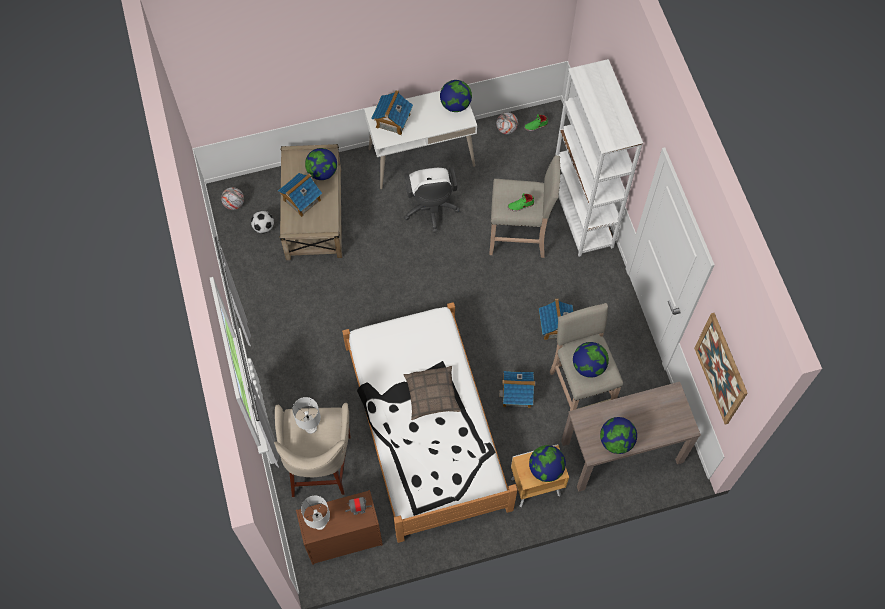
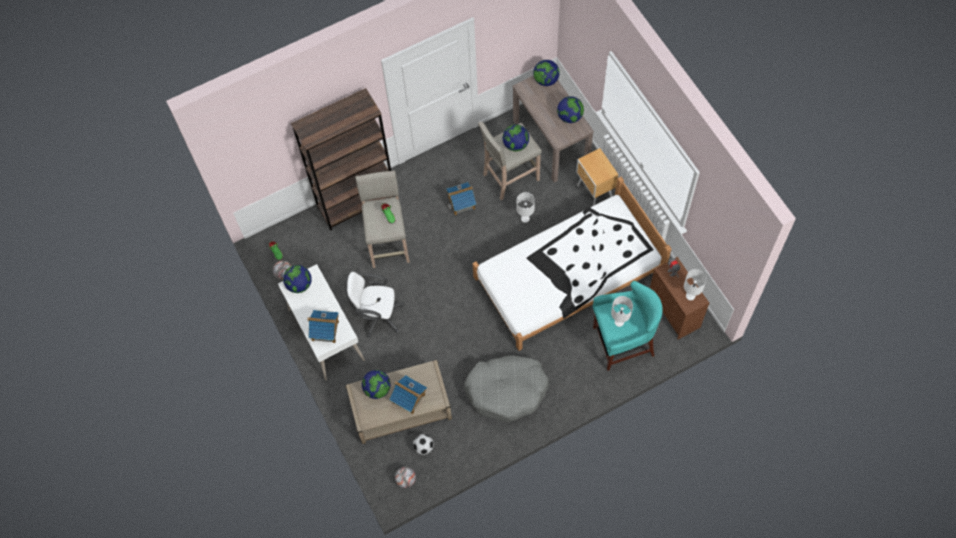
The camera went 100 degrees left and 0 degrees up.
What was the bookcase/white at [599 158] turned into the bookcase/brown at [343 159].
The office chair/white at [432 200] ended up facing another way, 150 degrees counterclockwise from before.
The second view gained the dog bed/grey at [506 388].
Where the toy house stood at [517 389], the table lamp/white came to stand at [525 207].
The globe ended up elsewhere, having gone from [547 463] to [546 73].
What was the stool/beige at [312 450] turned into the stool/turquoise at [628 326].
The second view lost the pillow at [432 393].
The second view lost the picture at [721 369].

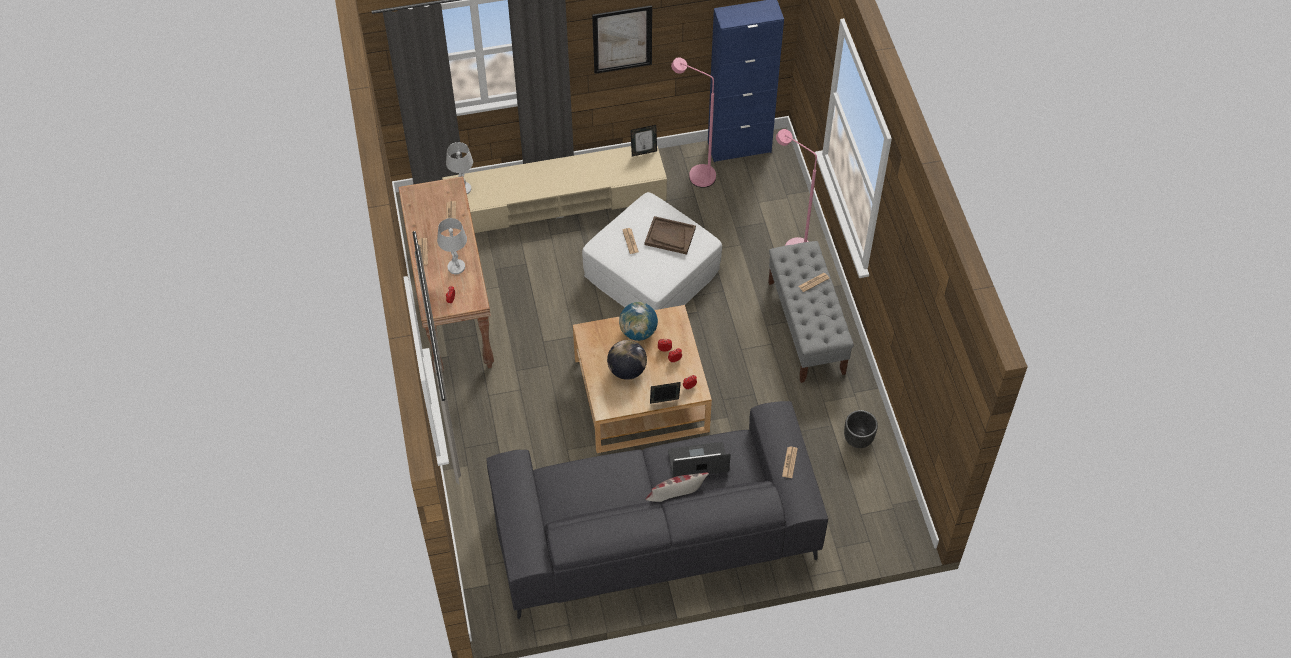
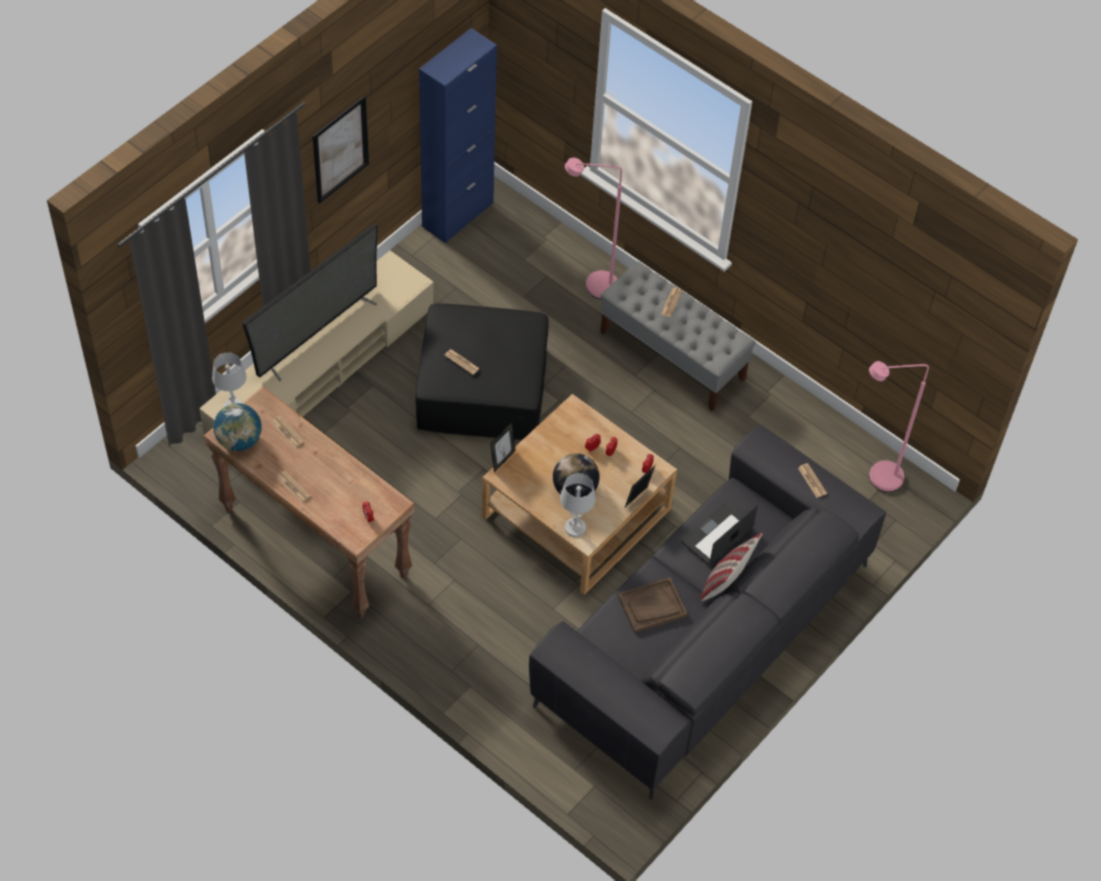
The camera went 40 degrees left and 0 degrees up.
The globe ended up elsewhere, having gone from [638 321] to [237 427].
The second view gained the television at [310 302].
What was the ottoman/white at [652 251] turned into the ottoman/black at [482 371].
The picture frame ended up elsewhere, having gone from [643 141] to [503 447].
The table lamp/white ended up elsewhere, having gone from [452 246] to [578 505].
The tray/brown ended up elsewhere, having gone from [670 235] to [653 605].
The floor lamp/pink ended up elsewhere, having gone from [693 122] to [899 426].
The second view lost the planter/black at [861 429].

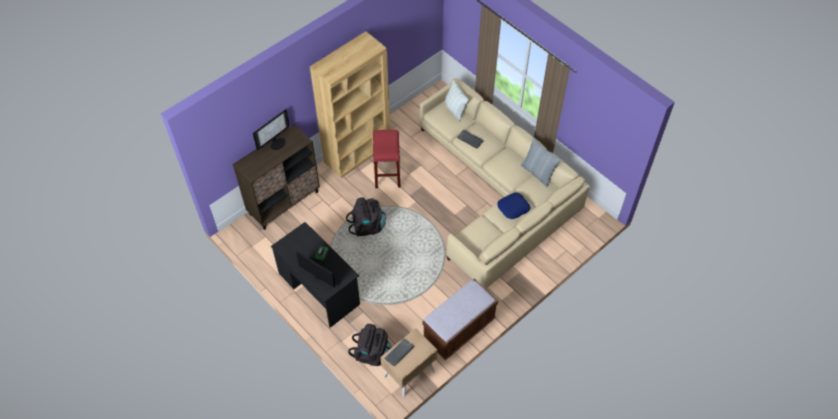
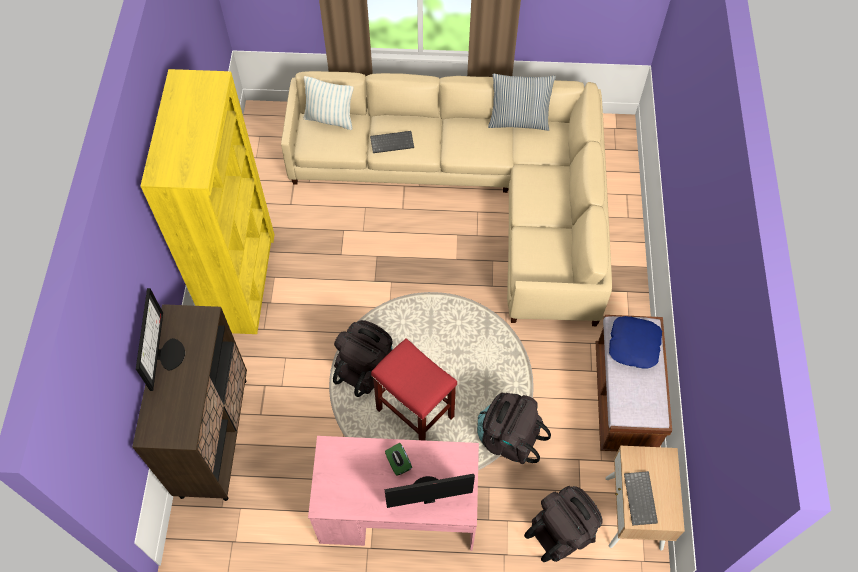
The camera went 45 degrees left and 5 degrees up.
What was the bookcase/brown at [350 104] turned into the bookcase/yellow at [207 201].
What was the desk/black at [315 275] turned into the desk/pink at [393 493].
The stool/red ended up elsewhere, having gone from [387 159] to [414 389].
The second view gained the backpack/black at [514 428].
The pillow/blue ended up elsewhere, having gone from [513 205] to [635 342].

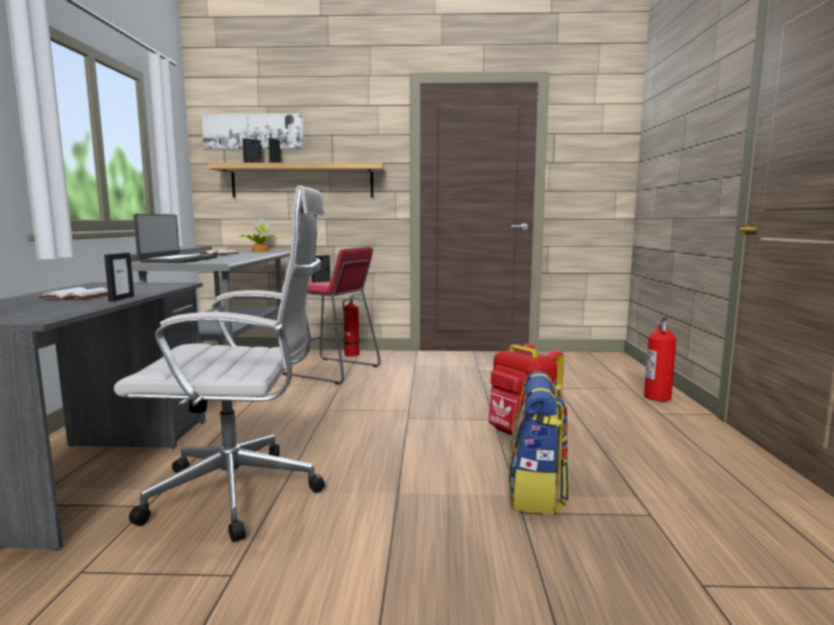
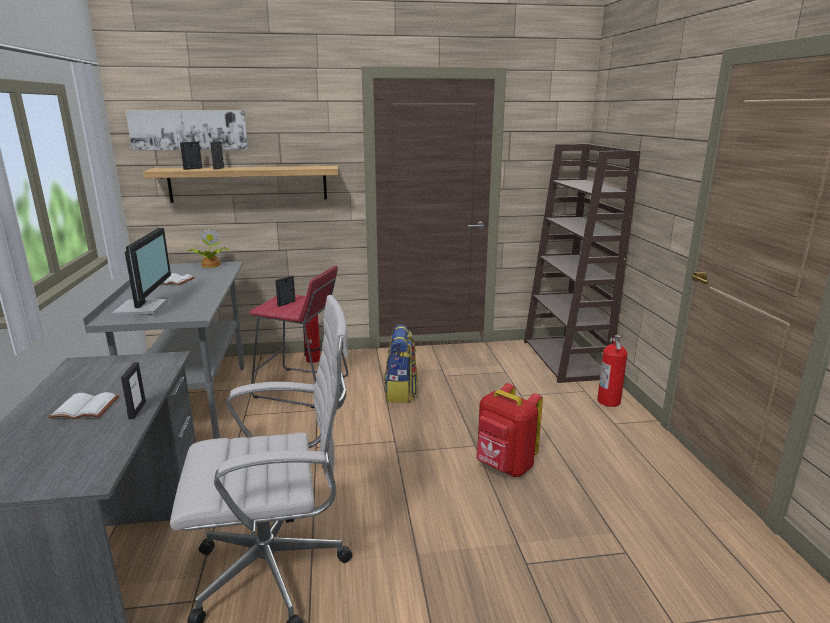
The camera went 10 degrees left and 10 degrees up.
Where the laptop stood at [175 238], the monitor came to stand at [141 272].
The backpack ended up elsewhere, having gone from [539 443] to [401 364].
The second view gained the bookcase/brown at [582 263].

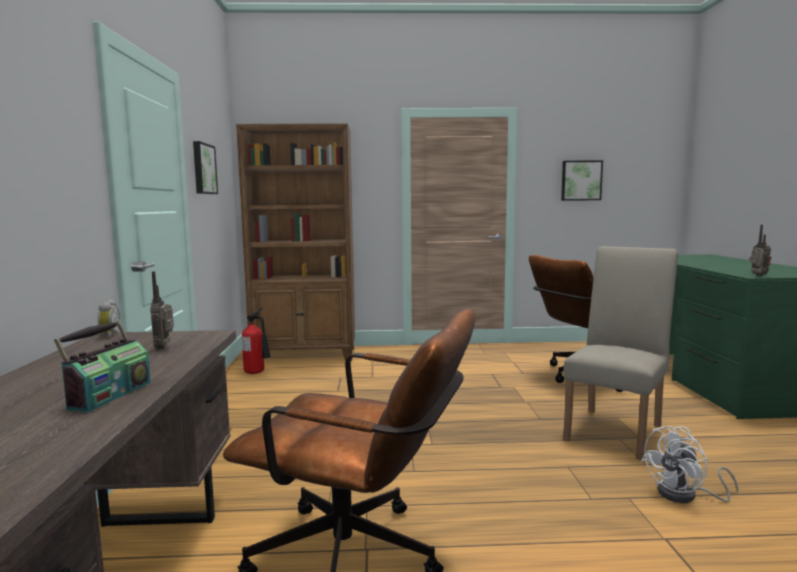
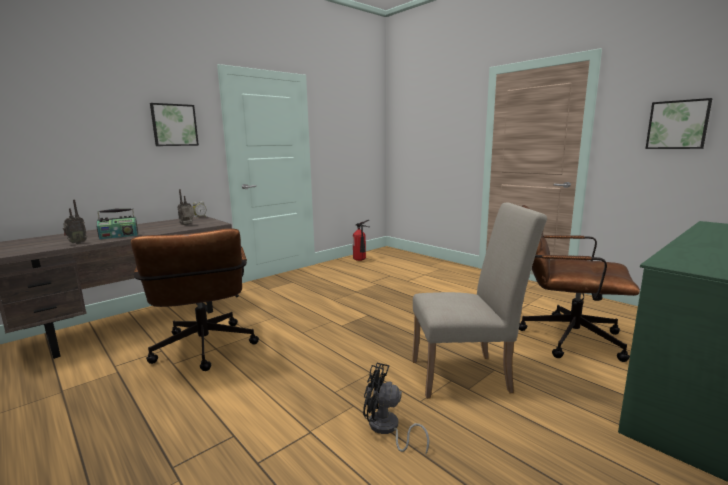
The camera went 50 degrees right and 5 degrees up.
The radio ended up elsewhere, having gone from [760 250] to [75 222].
The picture ended up elsewhere, having gone from [205 167] to [174 124].
What was the fan/white at [690 464] turned into the fan/black at [396 408].
The second view lost the bookcase/brown at [295 242].

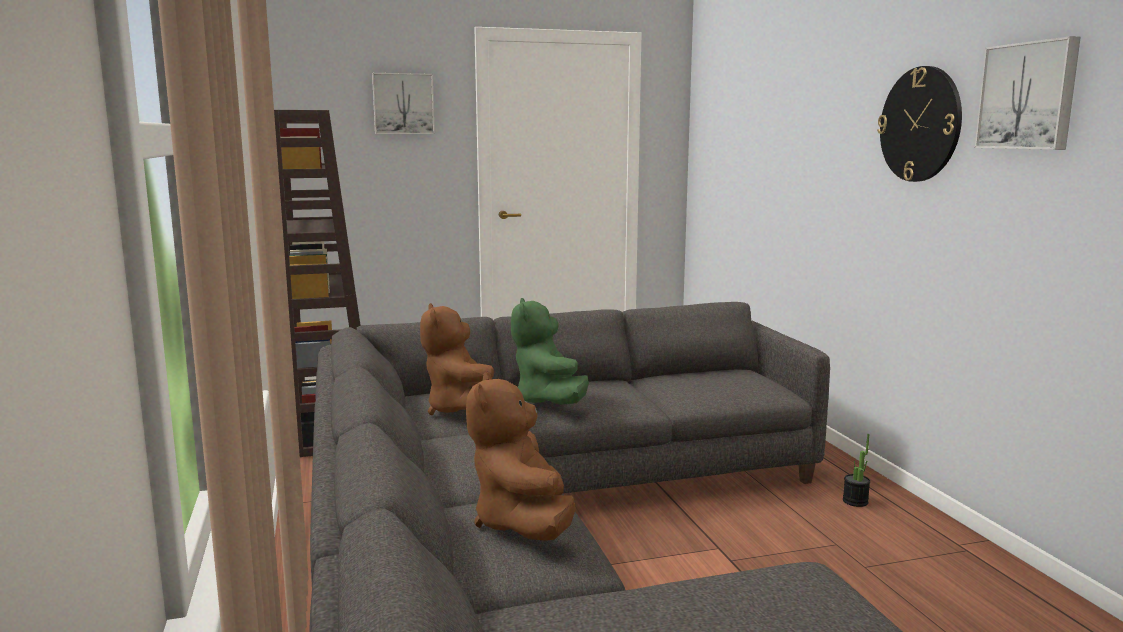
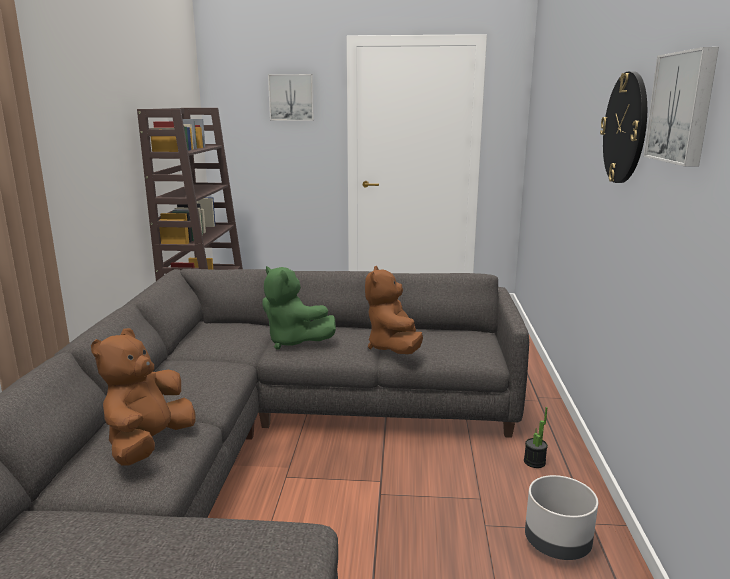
The camera went 20 degrees right and 5 degrees up.
The plush toy/green at [550 351] ended up facing another way, 60 degrees counterclockwise from before.
The plush toy/brown ended up elsewhere, having gone from [457 359] to [394 310].
The second view gained the planter/grey at [561 517].

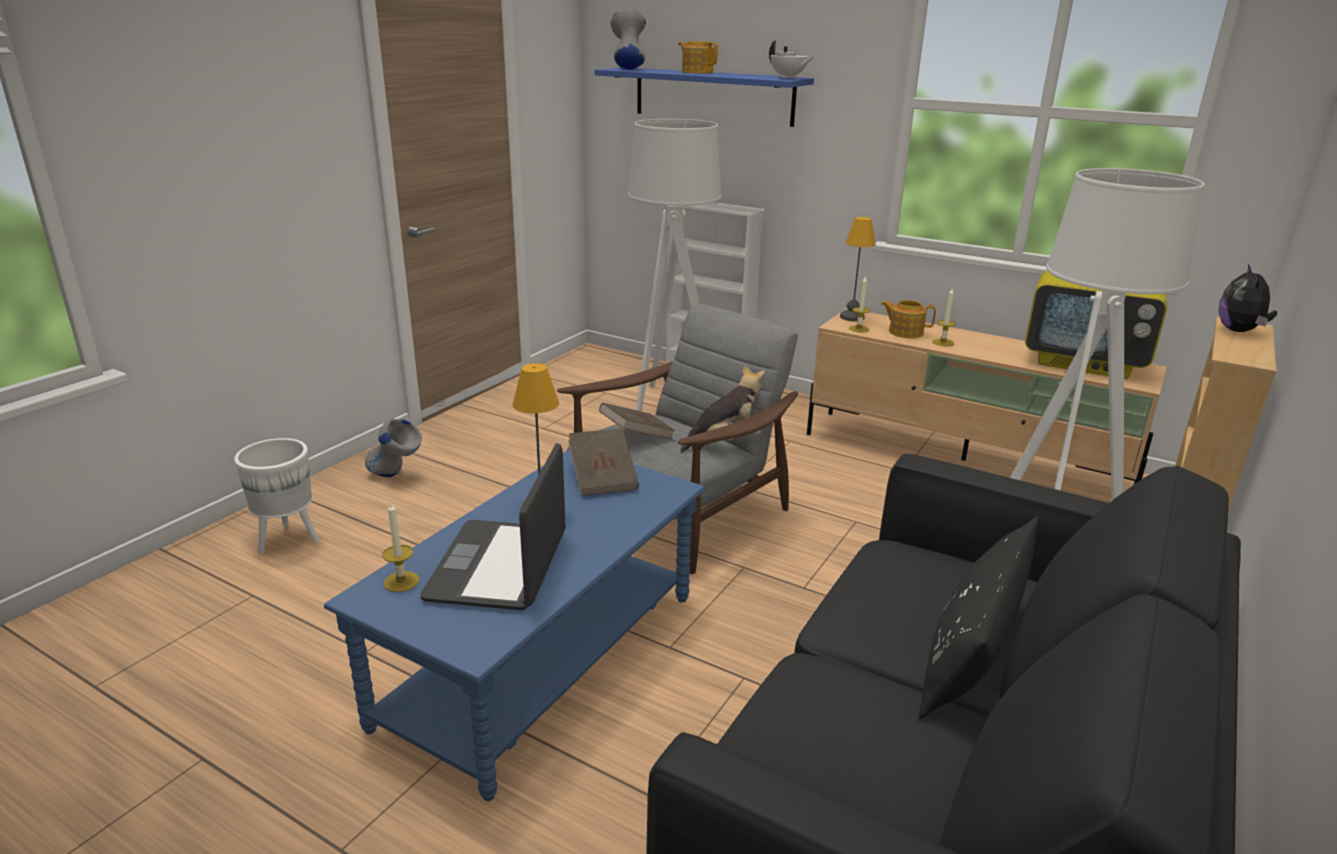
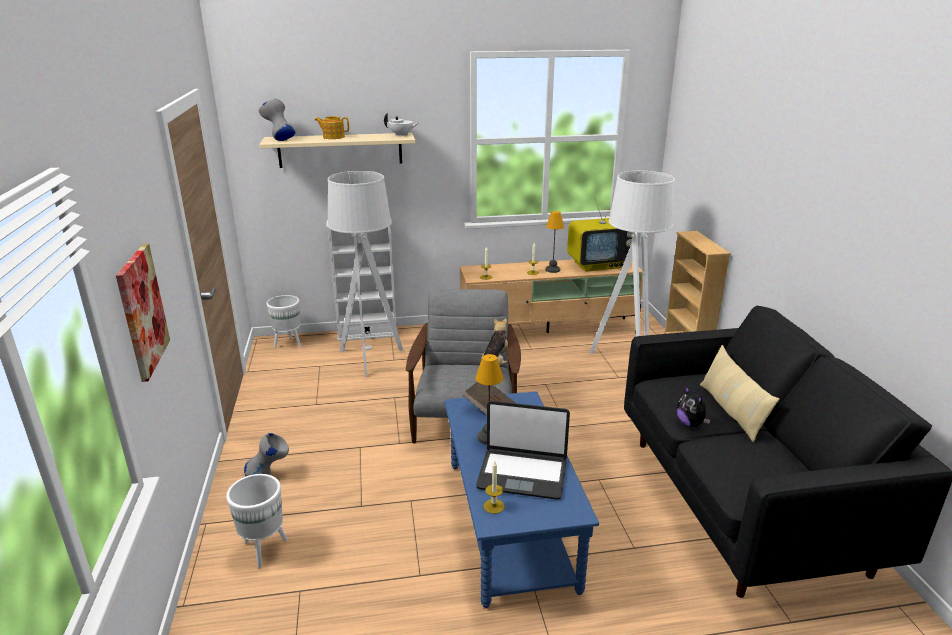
The camera went 40 degrees left and 0 degrees up.
The second view gained the picture at [143 313].
What was the shelf/blue at [704 97] turned into the shelf/beige at [337 150].
The second view gained the planter/white at [283 321].
The laptop at [493 526] ended up facing another way, 45 degrees counterclockwise from before.
The table lamp ended up elsewhere, having gone from [858 269] to [555 242].
The plush toy ended up elsewhere, having gone from [1247 298] to [693 406].
What was the pillow/black at [978 618] turned into the pillow/beige at [739 394].
The second view lost the book/brown at [637 421].
The second view lost the teapot at [908 319].

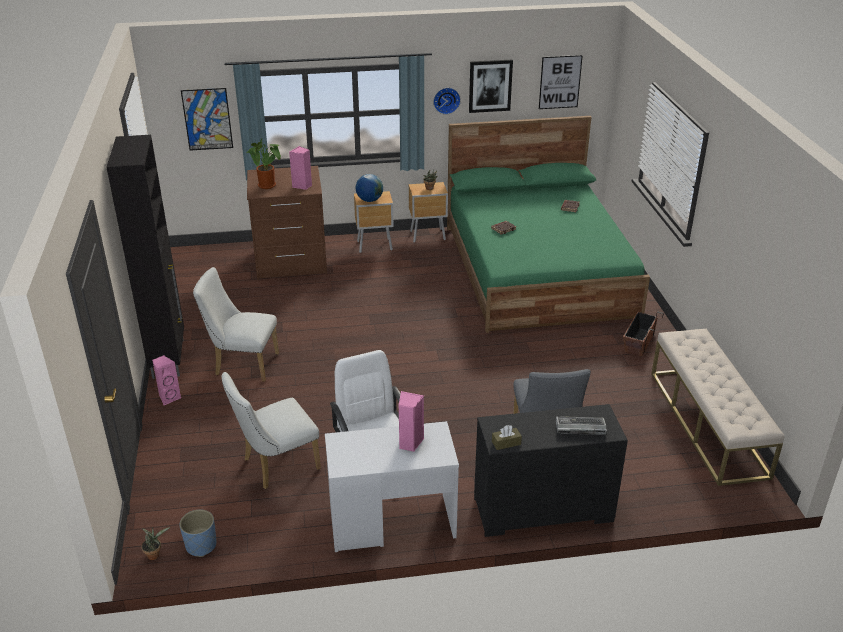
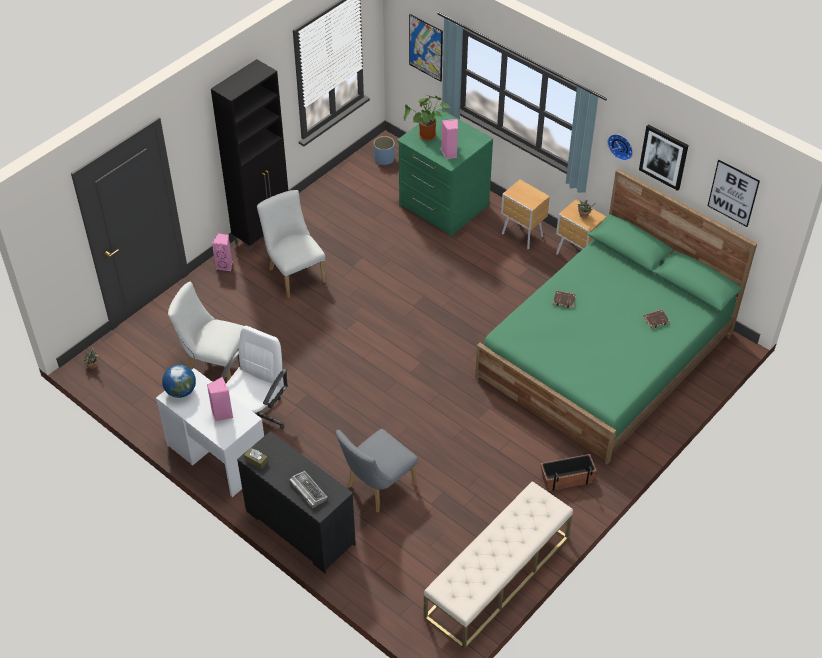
The camera went 50 degrees right and 15 degrees up.
The globe ended up elsewhere, having gone from [369 188] to [179 381].
The planter/blue ended up elsewhere, having gone from [198 533] to [384 150].
What was the dresser/brown at [287 223] turned into the dresser/green at [445 173].

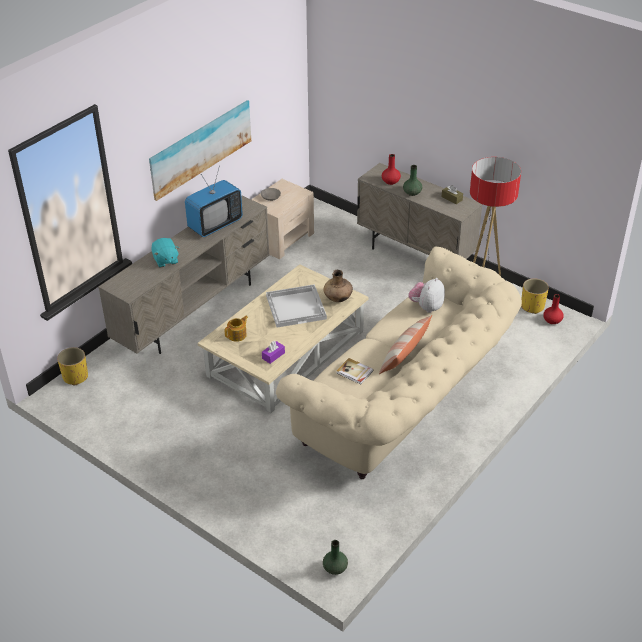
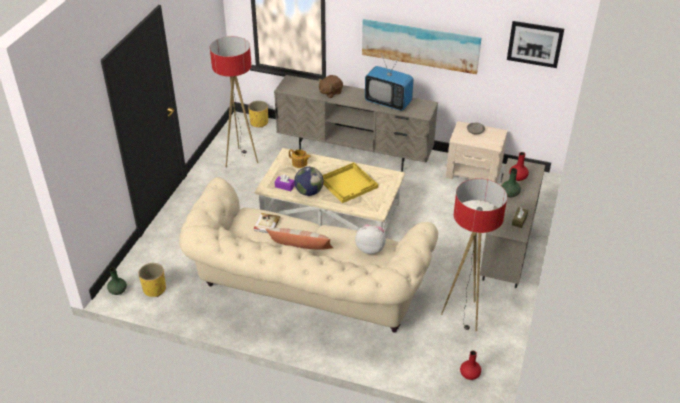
The camera went 70 degrees right and 0 degrees up.
The planter/yellow ended up elsewhere, having gone from [535 296] to [152 280].
The second view gained the floor lamp at [234 101].
The second view gained the globe at [308 181].
What was the plush toy/turquoise at [165 253] turned into the plush toy/brown at [331 86].
What was the tray/white at [296 306] turned into the tray/yellow at [350 182].
The second view gained the picture at [535 44].
The second view lost the vase/brown at [338 286].

